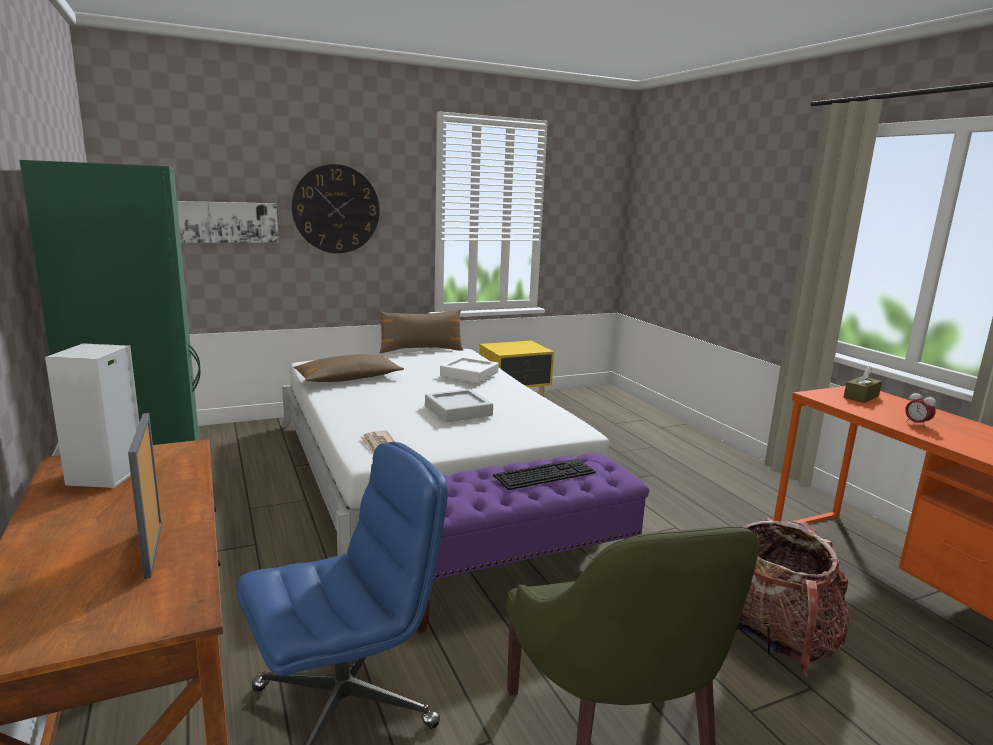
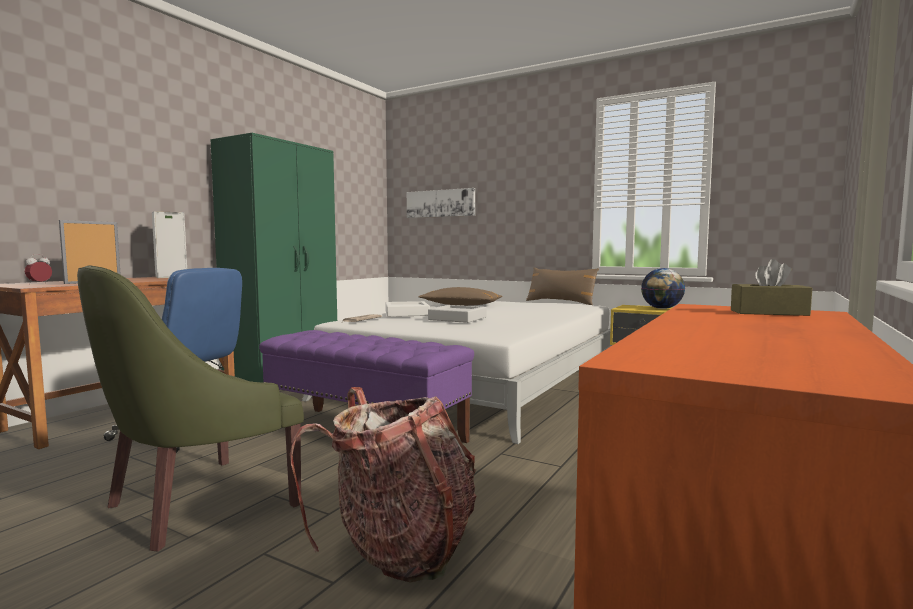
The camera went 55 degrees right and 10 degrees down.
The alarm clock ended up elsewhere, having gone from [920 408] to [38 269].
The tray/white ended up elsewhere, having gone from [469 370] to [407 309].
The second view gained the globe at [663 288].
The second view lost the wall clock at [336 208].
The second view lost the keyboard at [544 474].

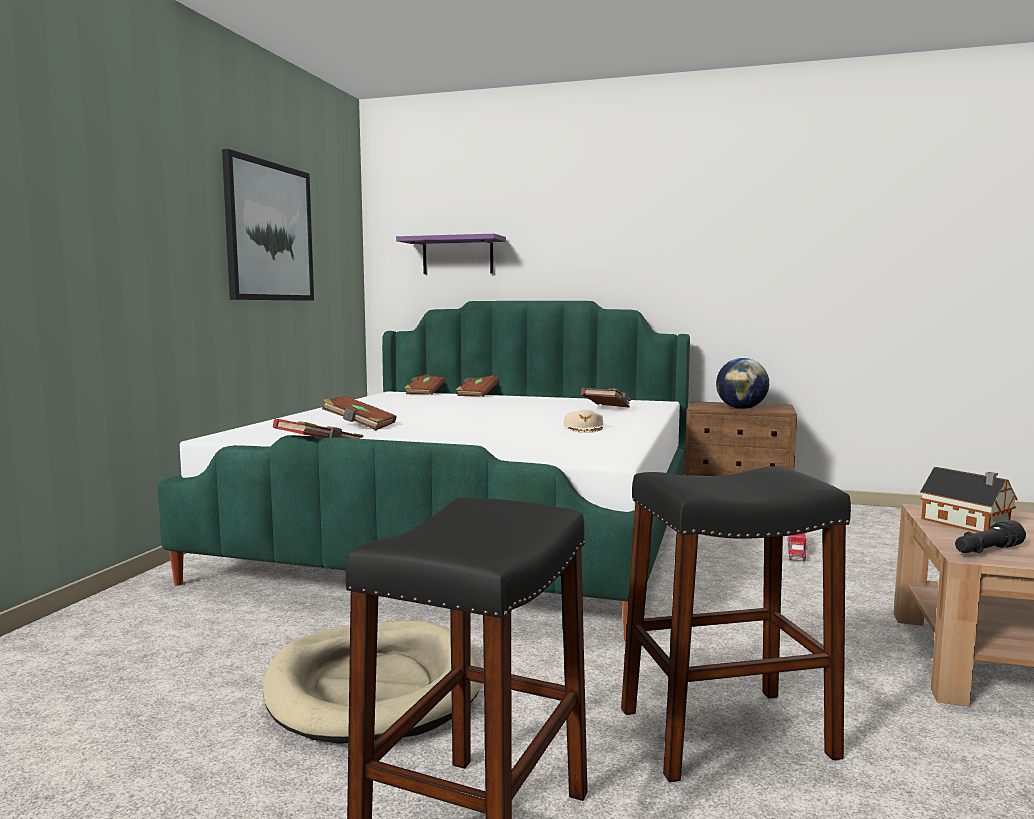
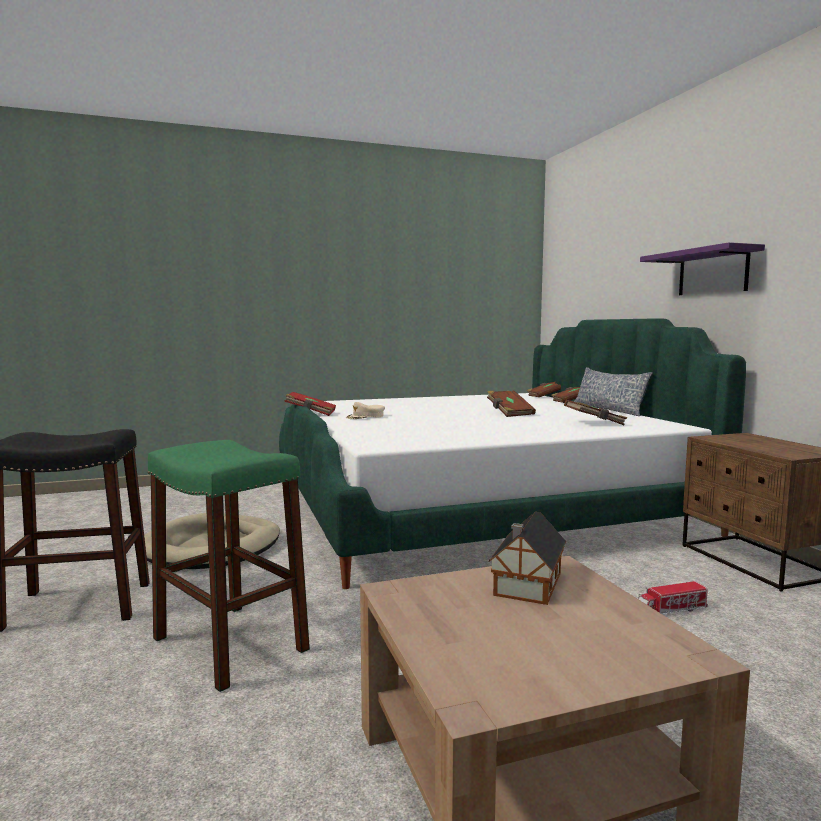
The camera went 55 degrees right and 0 degrees up.
What was the stool/black at [736 624] turned into the stool/green at [229 566].
The cap/beige ended up elsewhere, having gone from [583 421] to [365 410].
The book/brown ended up elsewhere, having gone from [359 413] to [511 404].
The second view gained the pillow at [613 391].
The shelf/purple ended up elsewhere, having gone from [451 254] to [702 268].
The second view lost the picture at [268 225].
The second view lost the globe at [742 383].
The second view lost the flashlight/black at [990 536].

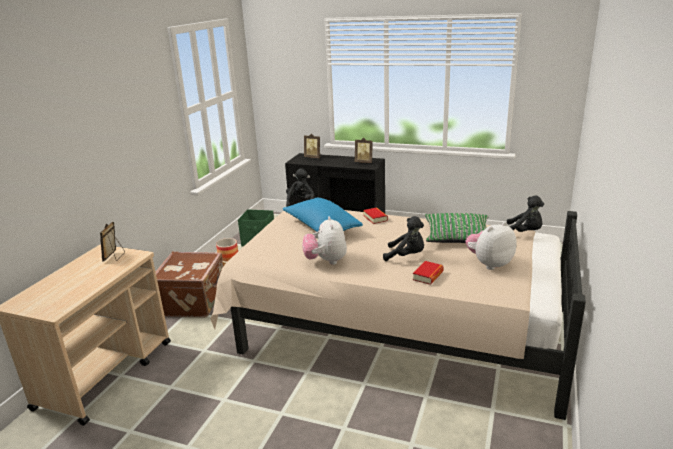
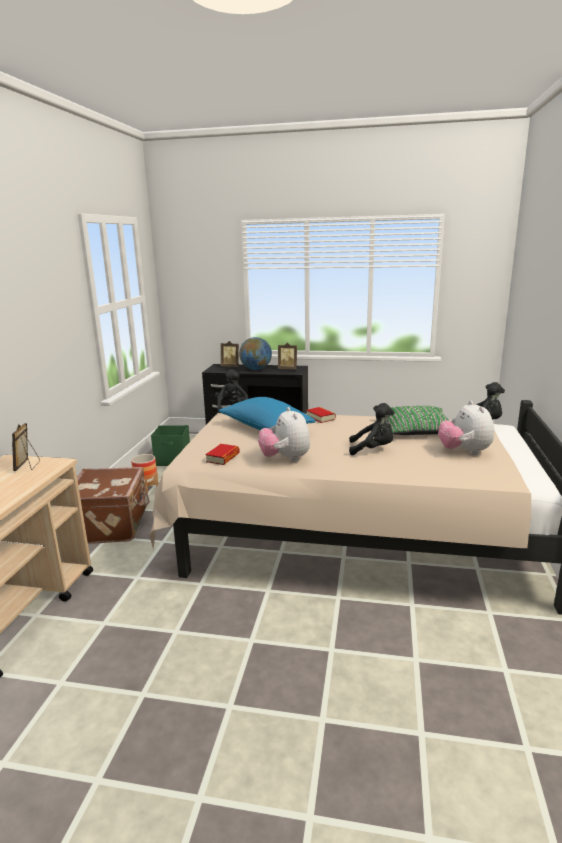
The camera went 10 degrees left and 5 degrees down.
The book ended up elsewhere, having gone from [428 273] to [222 454].
The second view gained the globe at [255 353].
The plush toy at [491 246] ended up facing another way, 60 degrees counterclockwise from before.

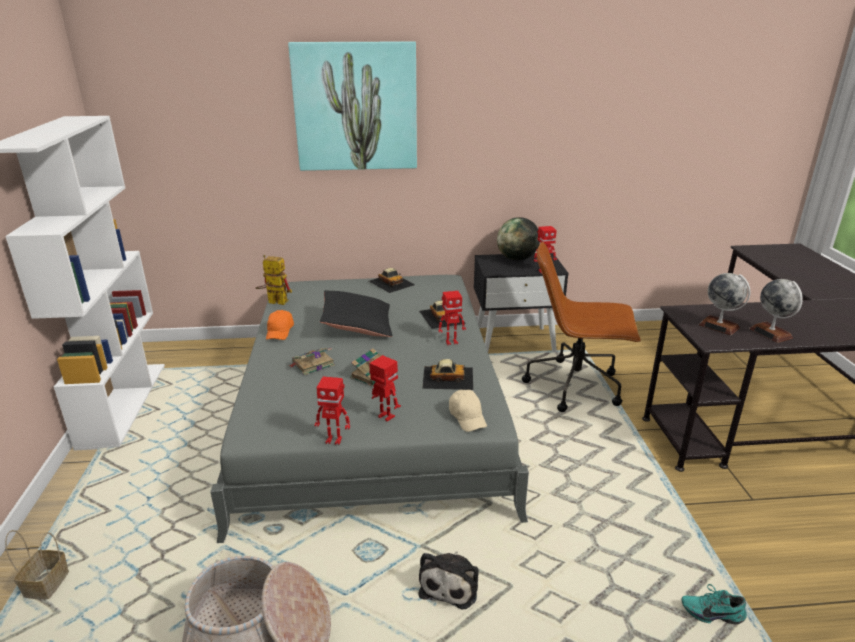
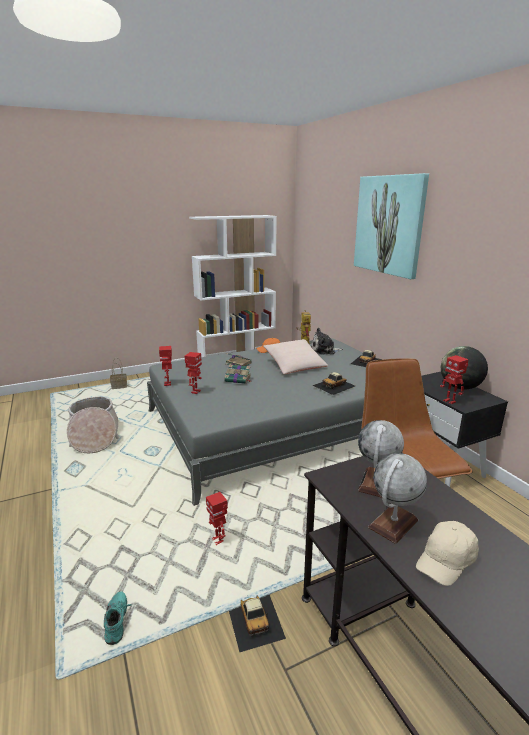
The camera went 70 degrees right and 5 degrees down.
The toy robot ended up elsewhere, having gone from [452 318] to [217 518].
The toy car ended up elsewhere, having gone from [447 374] to [257 623].
What was the pillow/black at [356 313] turned into the pillow/beige at [295 356].
The plush toy ended up elsewhere, having gone from [448 580] to [327 341].
The cap/beige ended up elsewhere, having gone from [468 411] to [447 553].

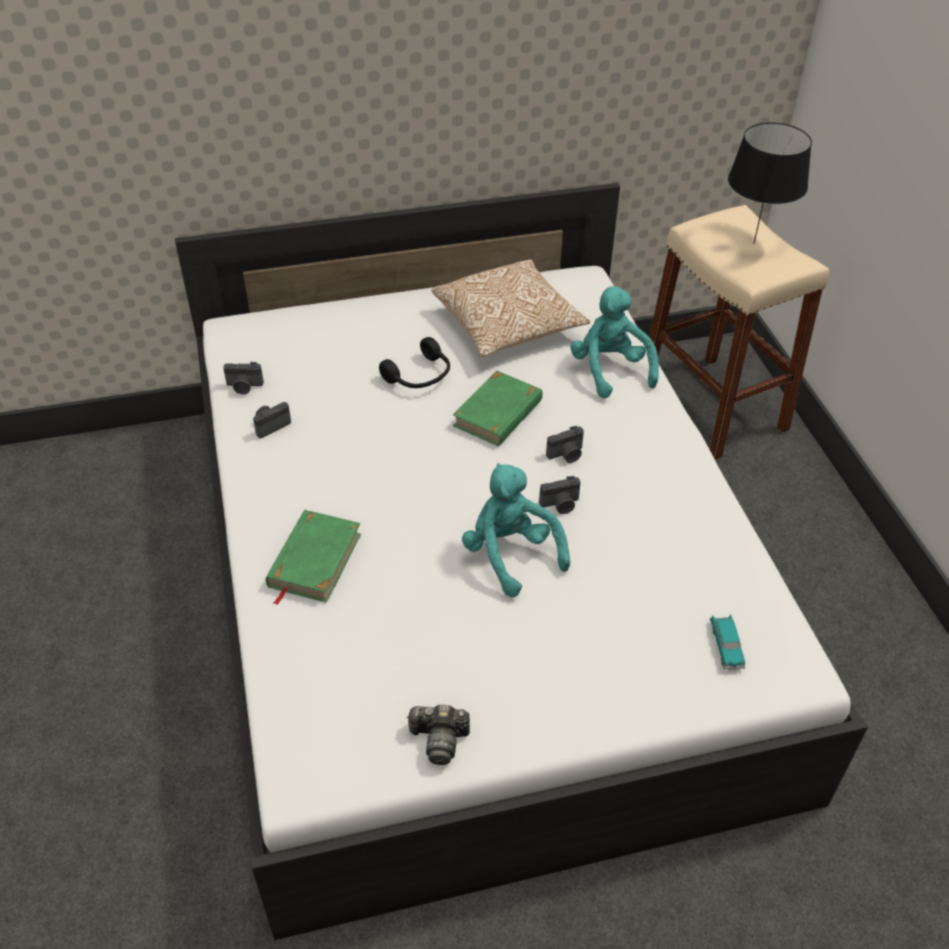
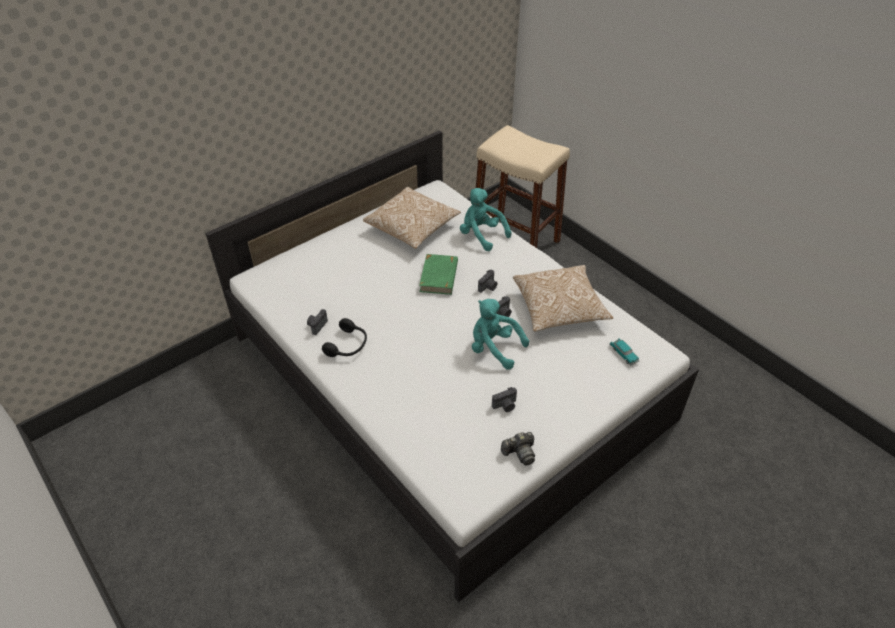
The camera went 25 degrees left and 0 degrees up.
The headphones/black ended up elsewhere, having gone from [414 362] to [344 337].
The photo camera ended up elsewhere, having gone from [243 378] to [504 399].
The second view gained the pillow at [563 298].
The second view lost the book/green at [313 557].
The second view lost the table lamp/black at [770 183].

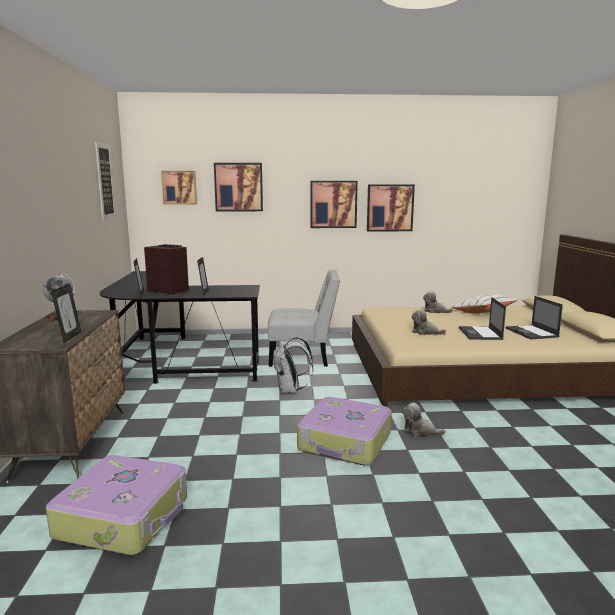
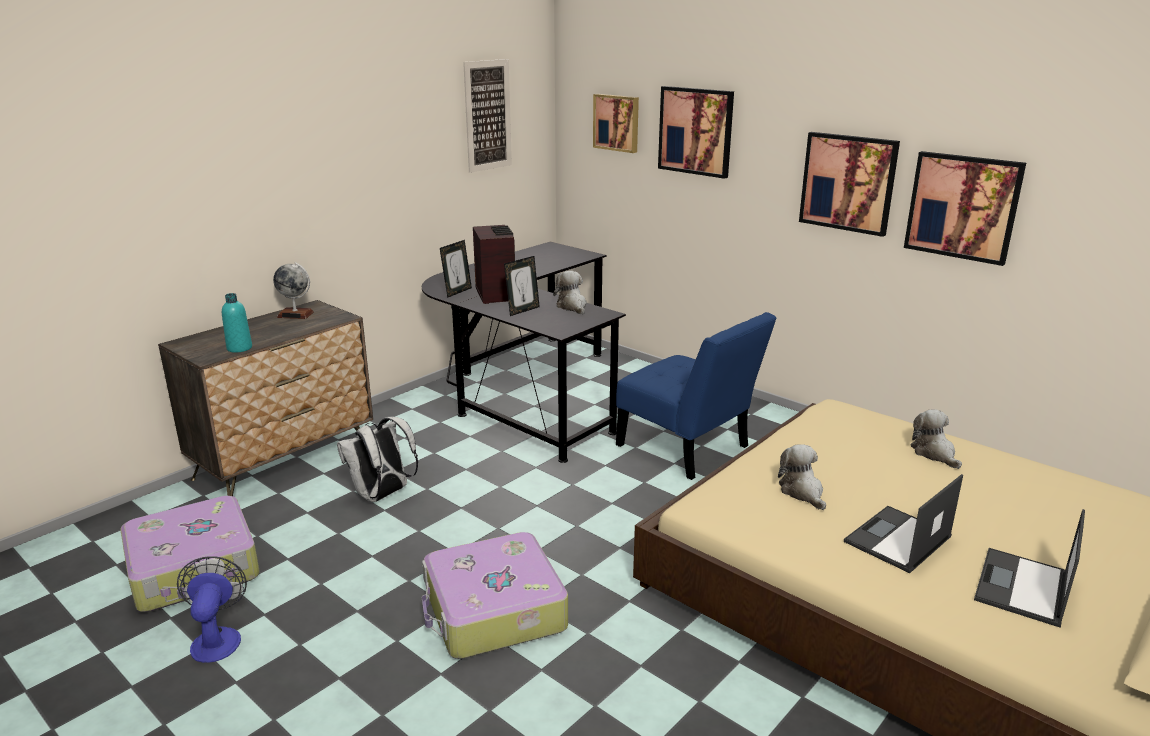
The camera went 45 degrees right and 10 degrees up.
The second view gained the fan at [212 609].
Where the picture frame stood at [66 313], the bottle/turquoise came to stand at [237 323].
The backpack/white ended up elsewhere, having gone from [293 365] to [377 459].
The plush toy ended up elsewhere, having gone from [424 419] to [570 292].
What was the chair/white at [304 318] turned into the chair/blue at [696 396].
The second view lost the pillow/white at [484 303].

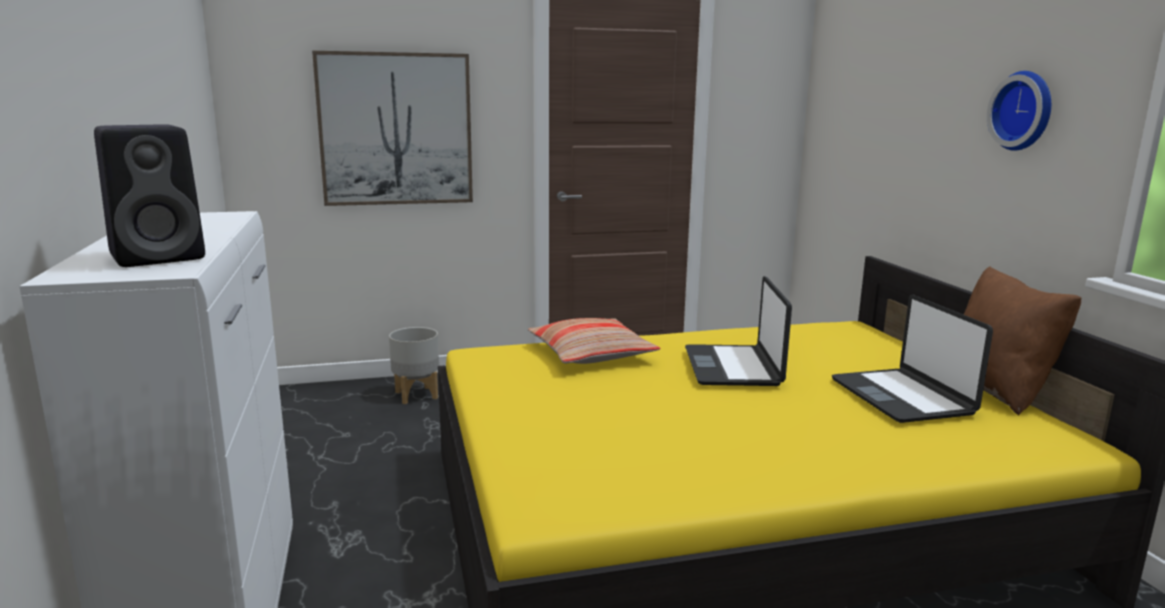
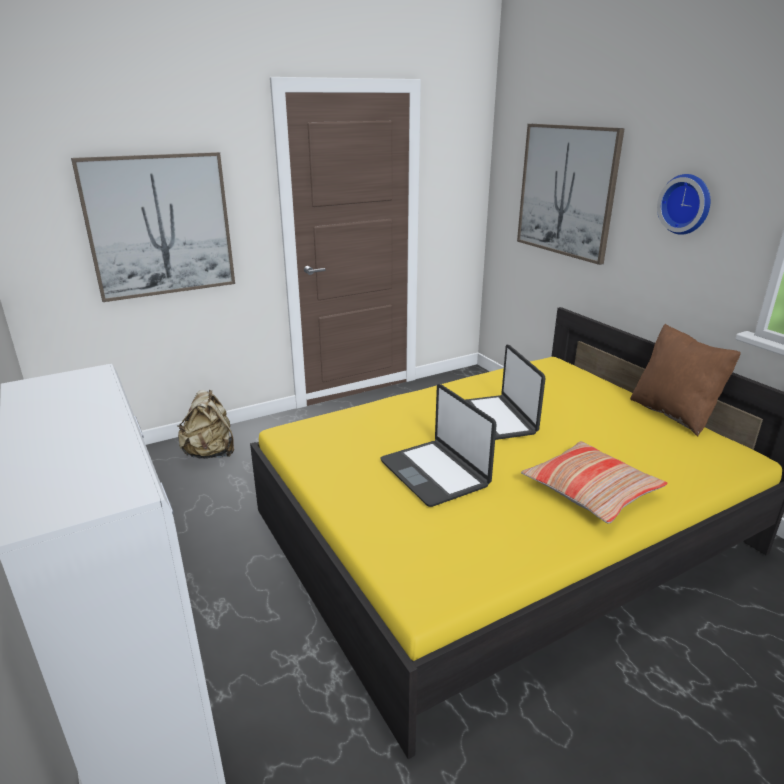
The camera went 15 degrees left and 10 degrees up.
Where the planter/grey stood at [414 365], the backpack/beige came to stand at [205 424].
The laptop ended up elsewhere, having gone from [912 359] to [438 445].
The second view gained the picture at [571 194].
The pillow ended up elsewhere, having gone from [594 341] to [594 482].
The second view lost the speaker/black at [149 195].

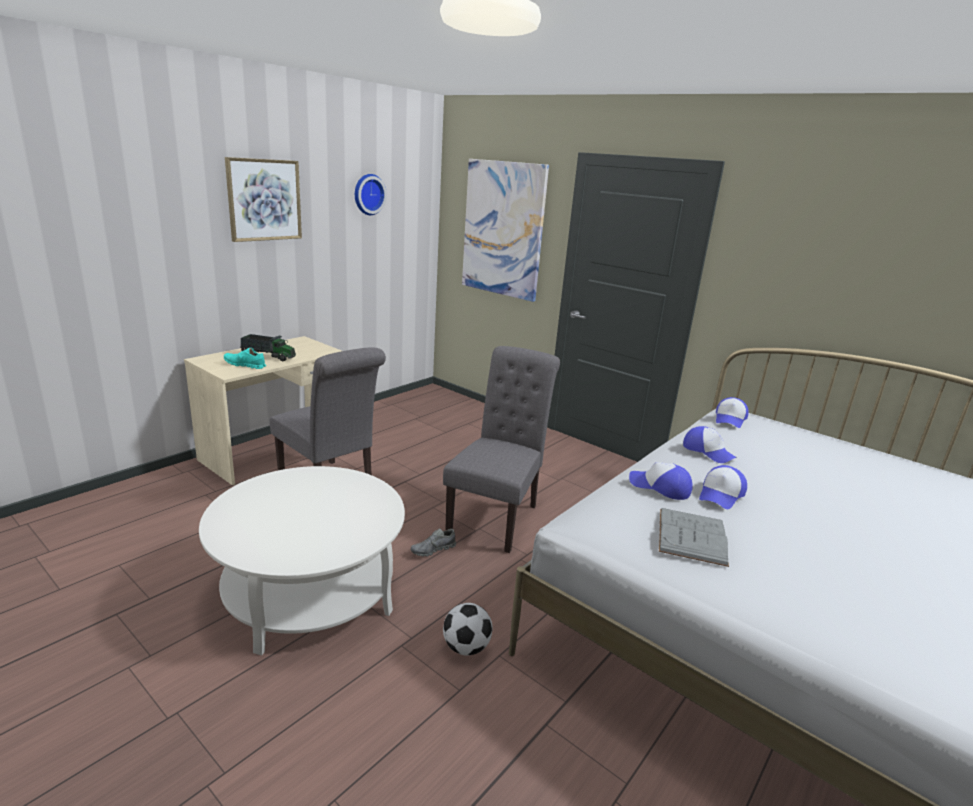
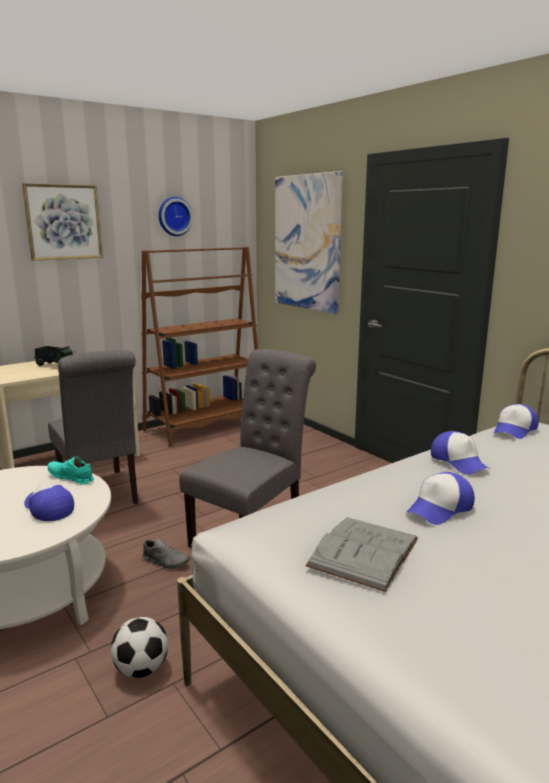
The camera went 15 degrees right and 5 degrees down.
The cap ended up elsewhere, having gone from [661 481] to [49 502].
The shoe/turquoise ended up elsewhere, having gone from [245 358] to [71 470].
The second view gained the bookcase/brown at [199 347].
The shoe/grey at [433 542] ended up facing another way, 135 degrees counterclockwise from before.

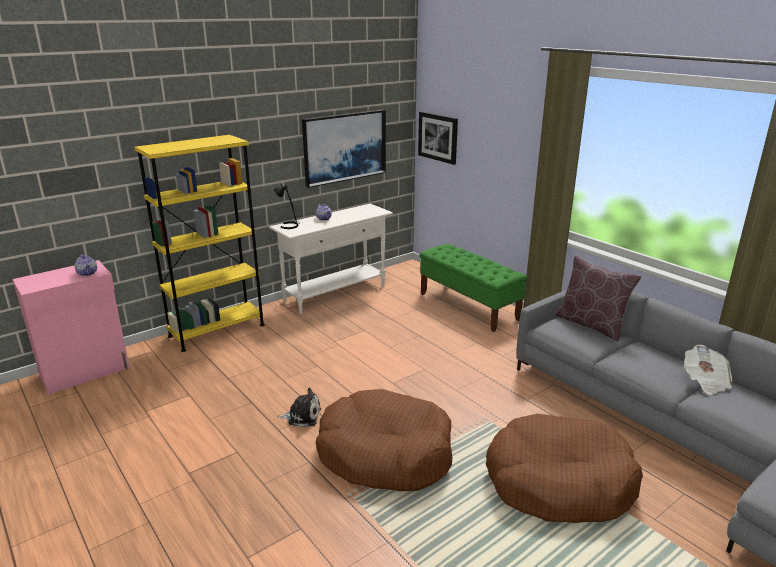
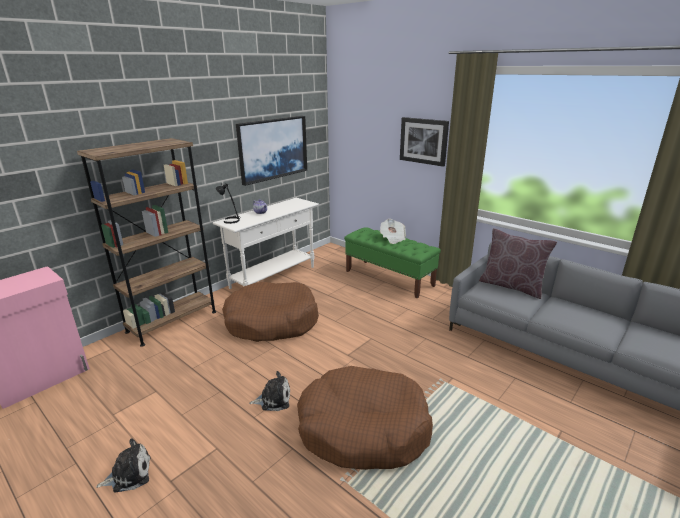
The camera went 10 degrees left and 0 degrees up.
What was the bookcase/yellow at [199 243] turned into the bookcase/brown at [146 242].
The second view gained the plush toy at [123 465].
The dog bed/brown ended up elsewhere, having gone from [564 468] to [270 312].
The newspaper ended up elsewhere, having gone from [708 370] to [393 231].
The picture ended up elsewhere, having gone from [438 138] to [424 142].
The second view lost the teapot at [85 265].

